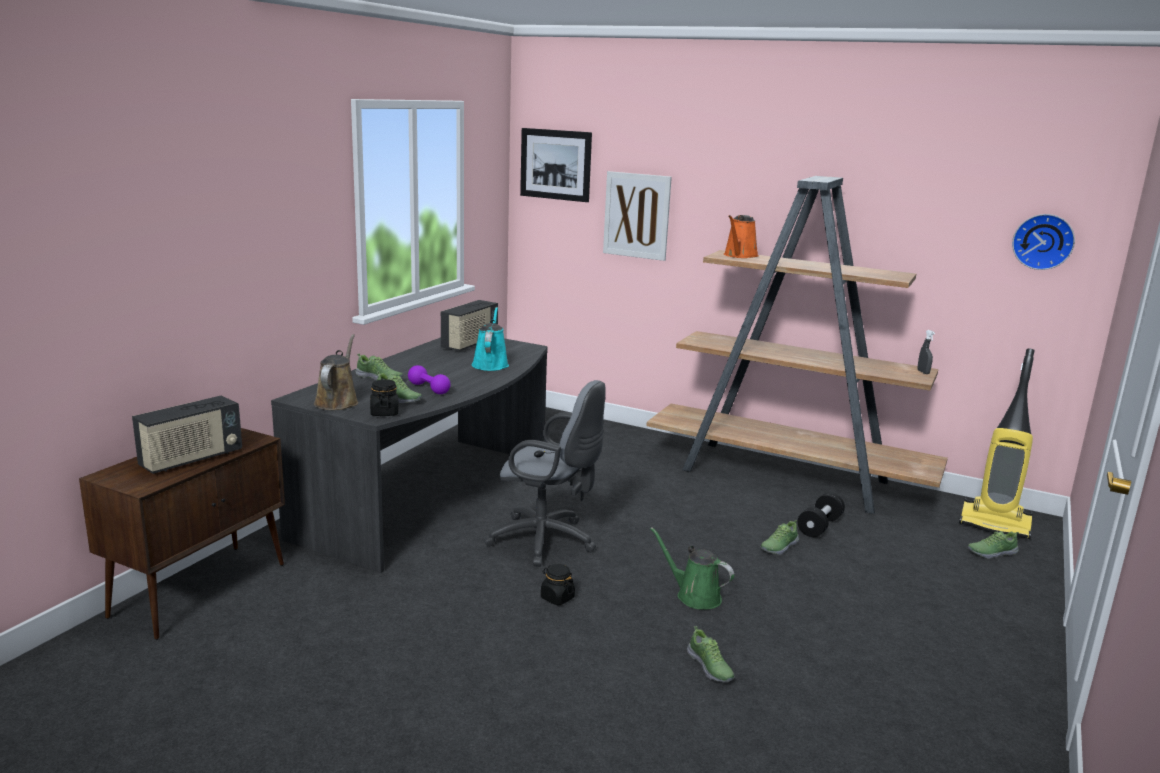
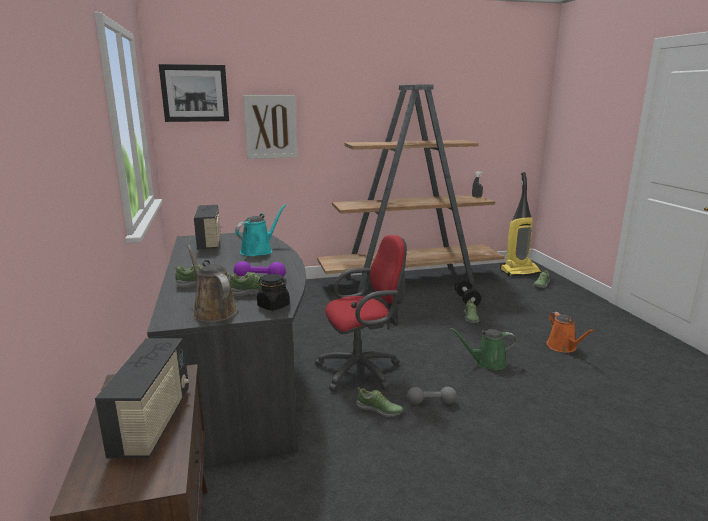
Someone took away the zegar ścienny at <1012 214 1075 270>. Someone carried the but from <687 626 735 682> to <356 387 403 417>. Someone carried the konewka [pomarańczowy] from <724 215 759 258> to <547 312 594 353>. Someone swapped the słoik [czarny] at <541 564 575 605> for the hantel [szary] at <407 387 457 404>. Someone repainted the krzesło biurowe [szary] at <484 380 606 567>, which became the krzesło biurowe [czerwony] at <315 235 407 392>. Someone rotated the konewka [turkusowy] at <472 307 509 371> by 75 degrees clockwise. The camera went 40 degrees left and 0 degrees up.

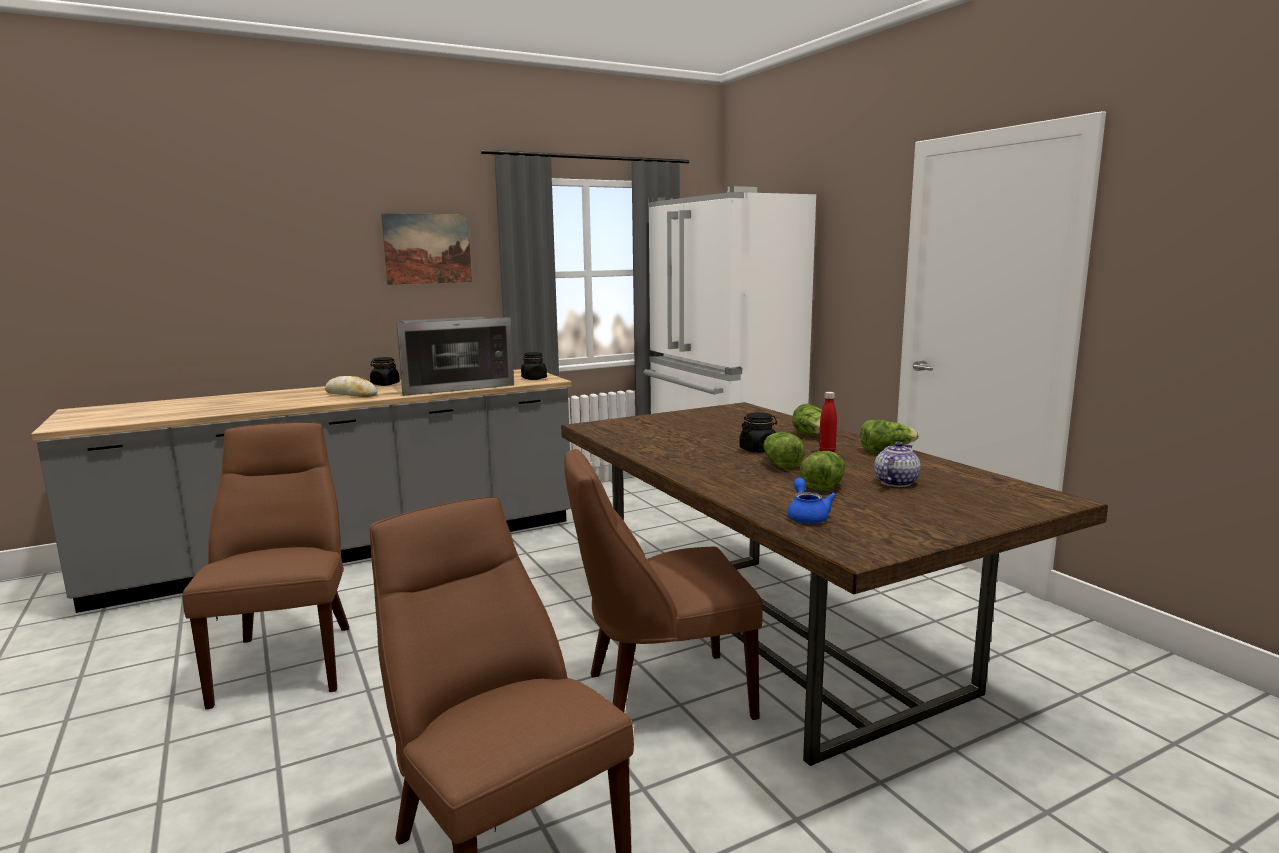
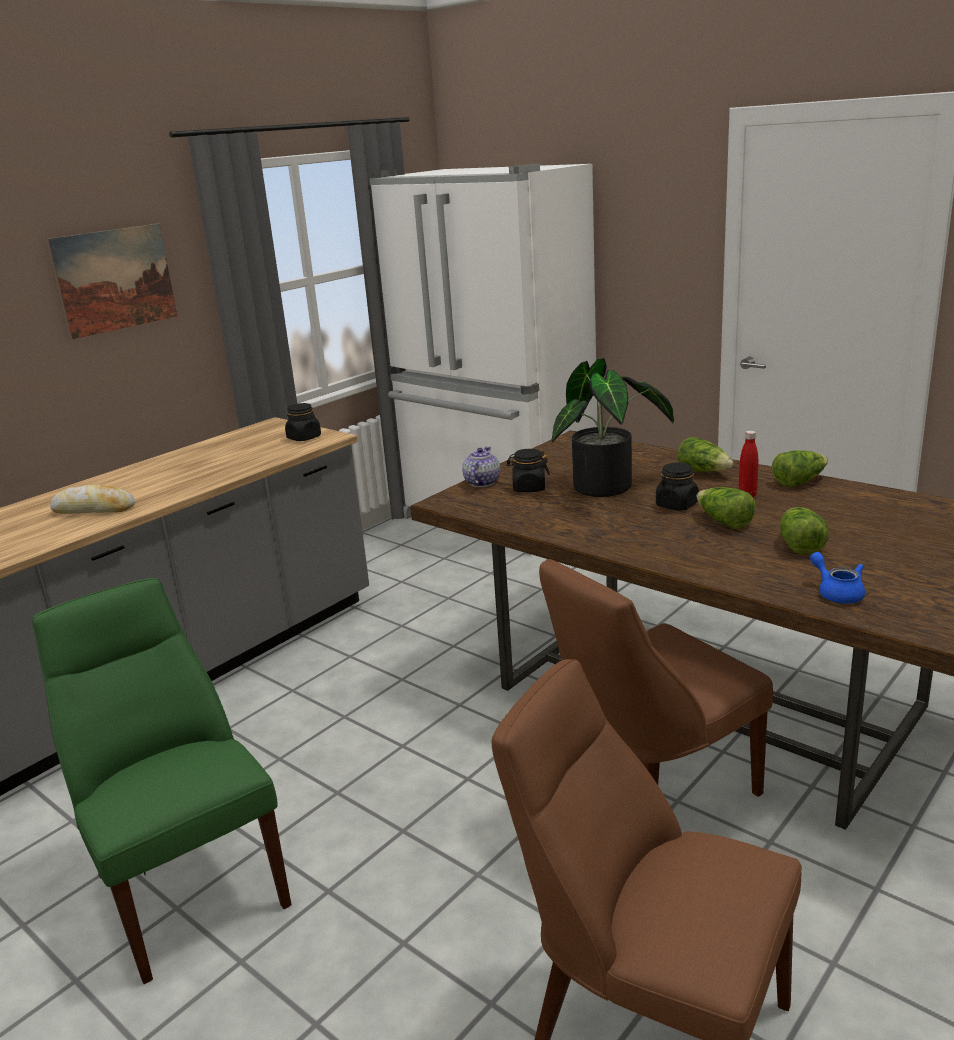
Someone took away the mikrofalówka at <396 317 514 396>. Someone put down the roślina doniczkowa at <552 358 674 497>. Someone carried the słoik [czarny] from <370 357 400 386> to <507 449 549 492>. Someone carried the imbryk from <874 441 921 487> to <462 447 500 487>. Someone repainted the krzesło [brązowy] at <182 422 349 709>, which became the krzesło [zielony] at <32 578 291 984>. The camera went 20 degrees left and 10 degrees up.

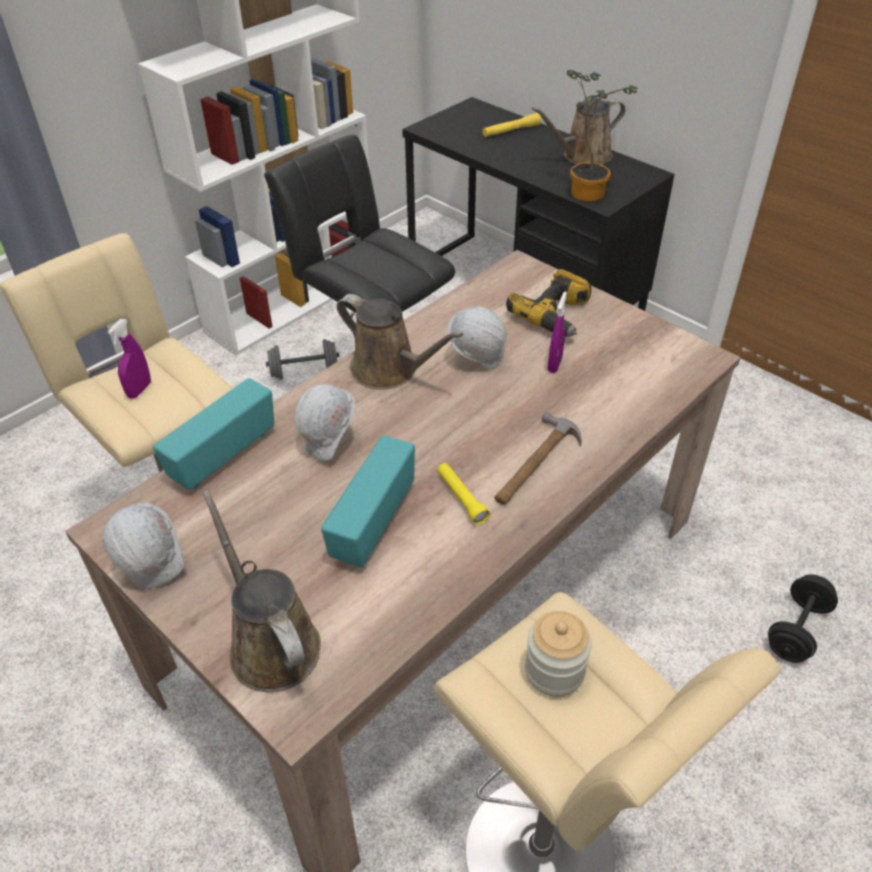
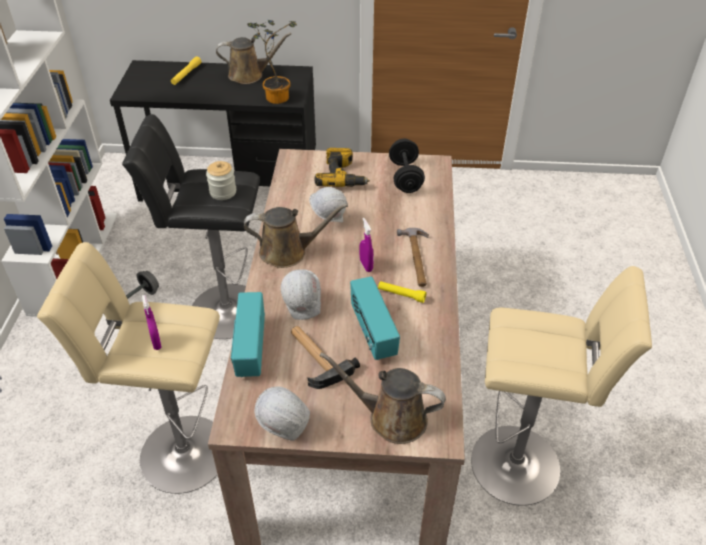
Someone put down the młotek at <291 326 360 389>. Someone carried the słoik from <525 611 592 697> to <206 161 236 200>. Someone carried the spryskiwacz [fioletowy] from <548 292 567 373> to <360 218 374 272>. Someone carried the hantel [czarny] from <768 574 838 663> to <389 139 425 193>. Someone rotated the konewka [brązowy] at <532 98 626 164> by 120 degrees counterclockwise. The camera went 40 degrees left and 0 degrees up.

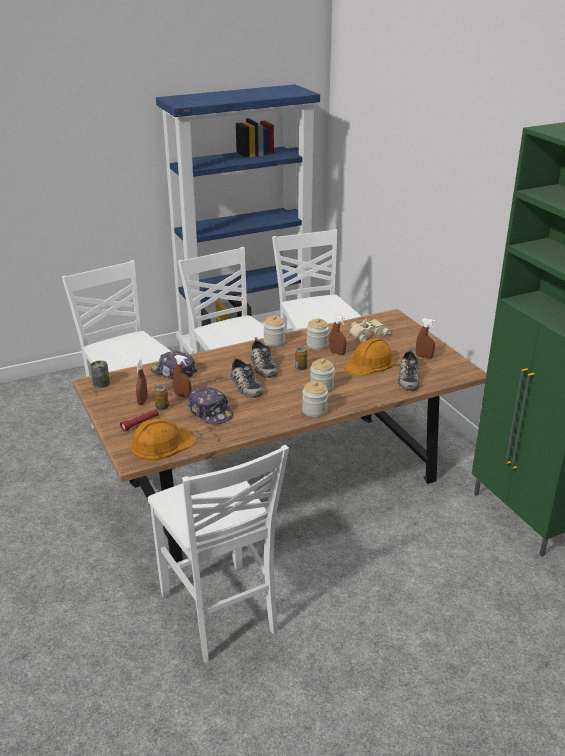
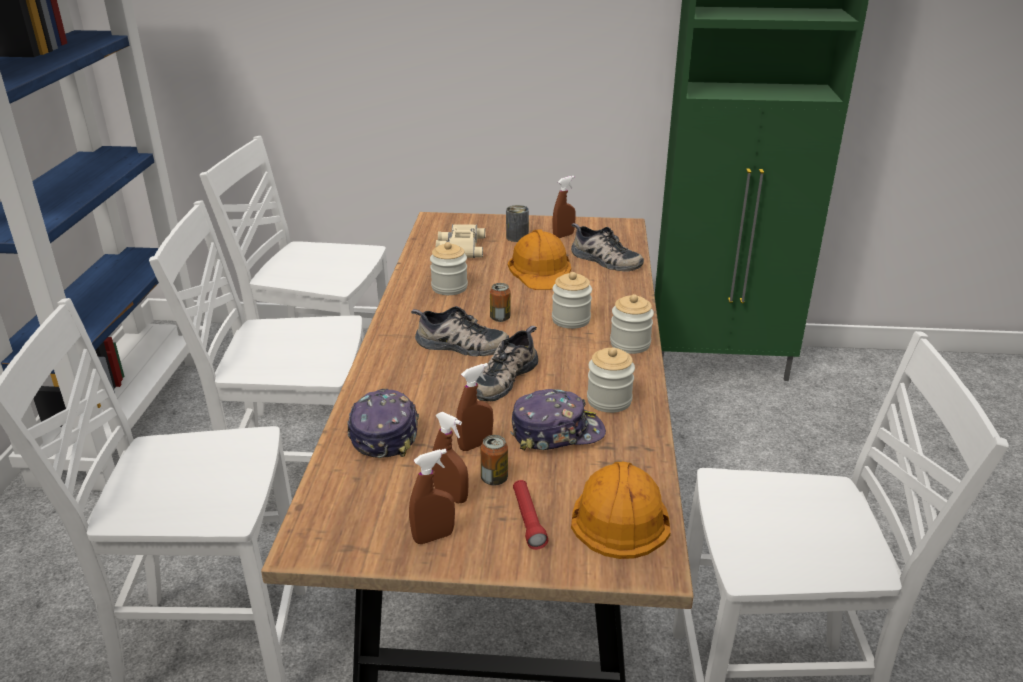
Someone carried the puszka from <90 361 110 388> to <506 205 529 242>. Someone carried the słoik from <263 315 285 347> to <587 347 635 413>. Someone carried the spryskiwacz [brązowy] from <330 314 346 355> to <409 449 455 544>. Someone rotated the czapka z daszkiem at <151 351 197 379> by 120 degrees clockwise. Someone rotated the but at <230 356 263 398> by 120 degrees clockwise. The camera went 60 degrees left and 0 degrees up.

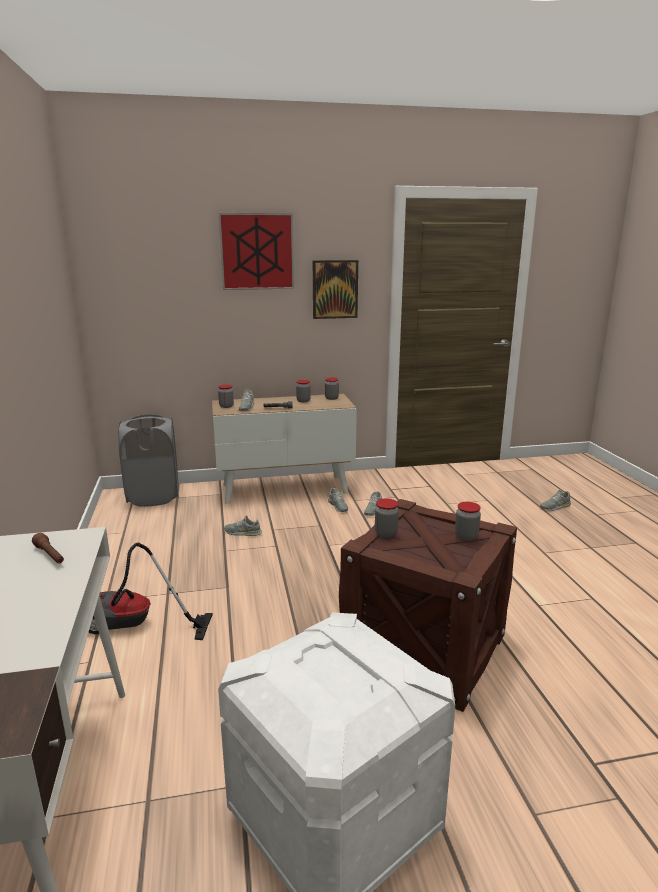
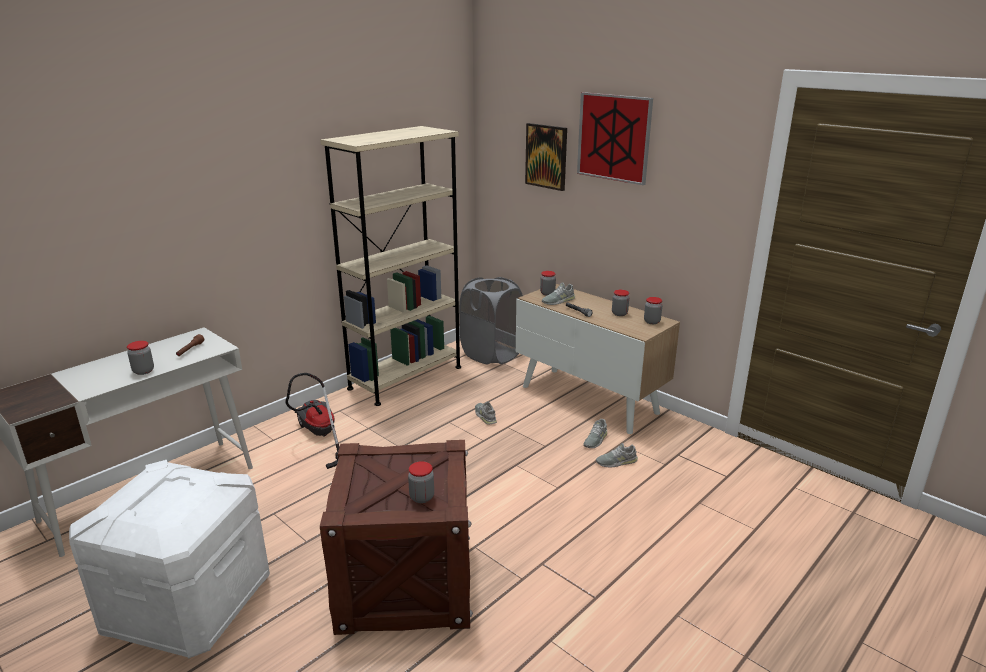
Someone took away the but [szary] at <540 490 571 511>. Someone put down the regał [beżowy] at <320 126 461 406>. Someone carried the obraz from <313 260 358 319> to <525 123 567 191>. Someone carried the słoik from <375 499 399 537> to <127 341 154 375>. The camera went 55 degrees right and 5 degrees up.

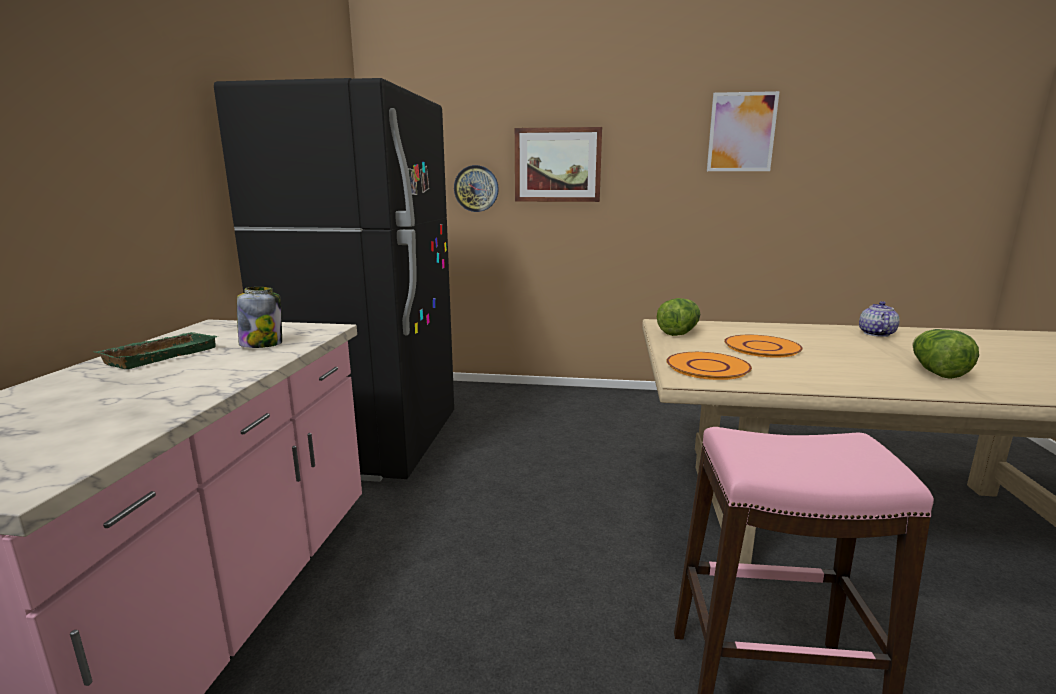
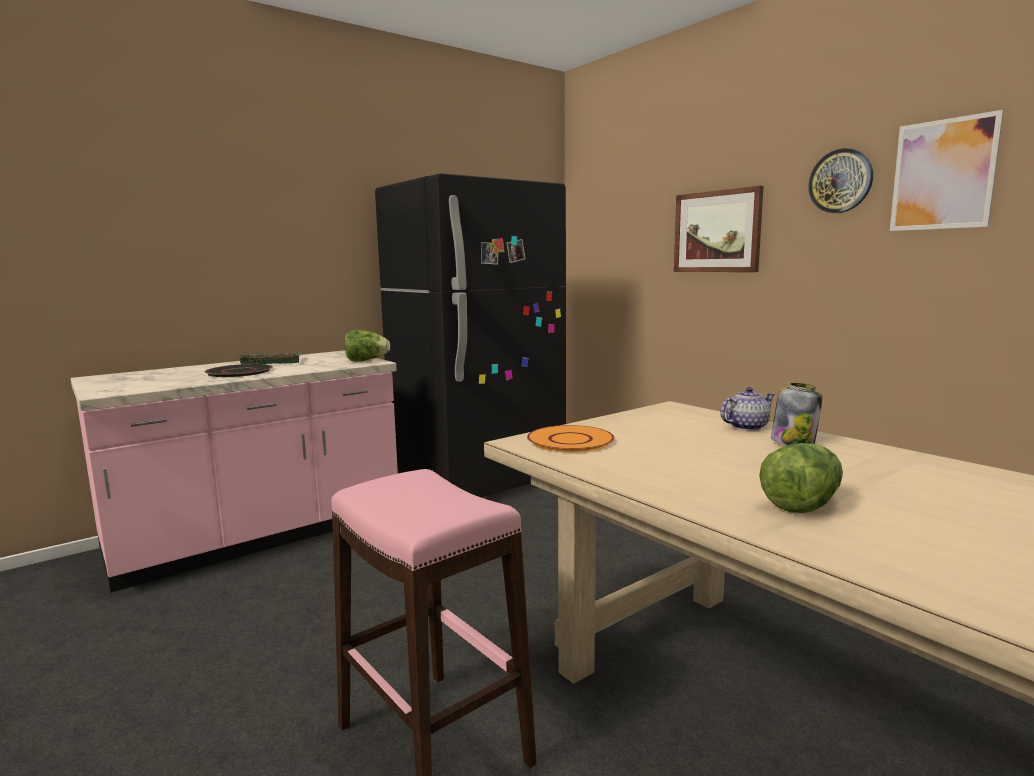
Someone took away the talerz [pomarańczowy] at <724 335 803 358>. Someone put down the talerz [czarny] at <204 364 273 377>. Someone carried the słoik from <237 287 282 348> to <771 383 822 445>. Someone carried the zegar ścienny from <454 165 499 212> to <808 148 873 213>. Someone carried the sałata from <657 298 700 336> to <344 330 390 362>. Someone carried the imbryk from <859 301 900 337> to <720 387 775 431>. The camera went 45 degrees right and 5 degrees down.

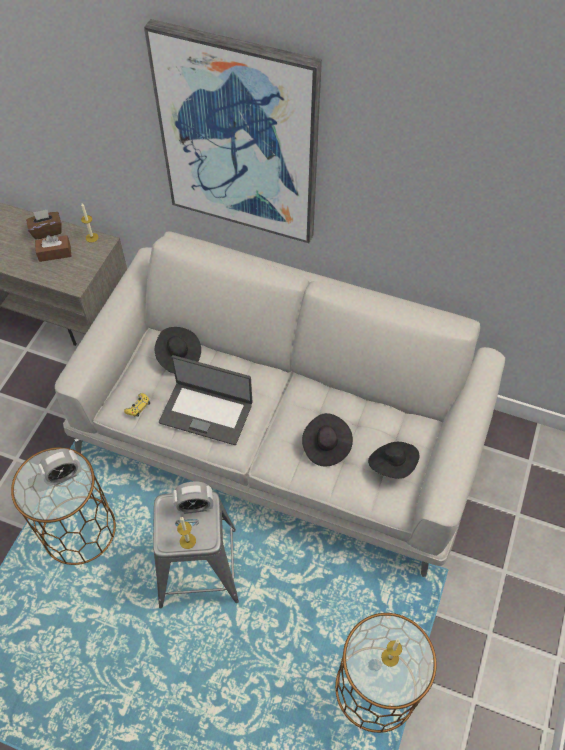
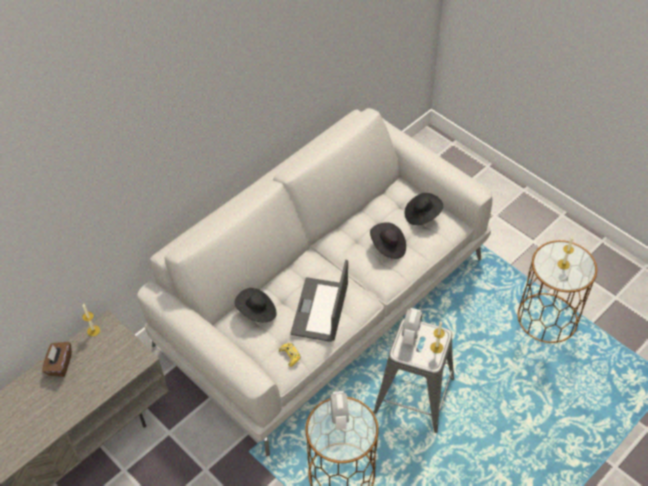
Someone took away the pudełko chusteczek [brązowy] at <35 235 72 262>. Someone took away the obraz at <144 19 322 243>. Someone rotated the laptop at <159 355 252 445> by 150 degrees clockwise. The camera went 65 degrees left and 5 degrees down.

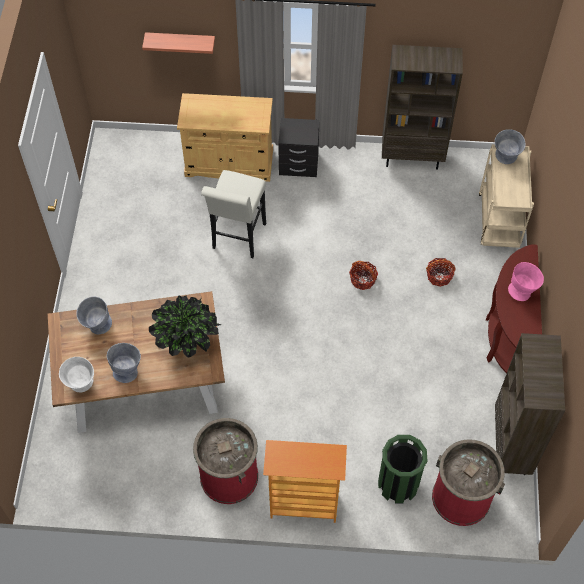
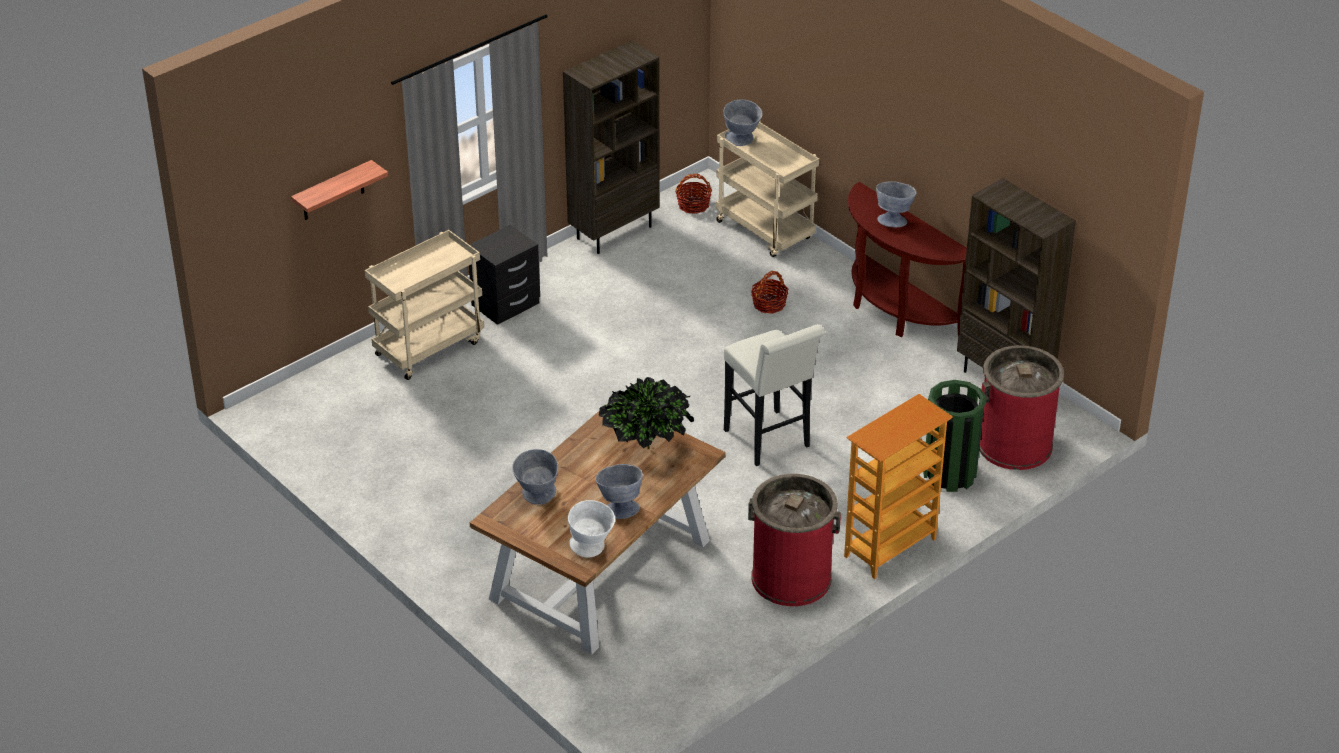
Someone carried the stołek [biały] from <201 170 266 258> to <724 324 825 466>. Someone carried the koszyk from <349 261 378 290> to <675 174 712 214>. Someone swapped the szafka [beżowy] at <177 93 273 182> for the wózek [beżowy] at <365 230 484 380>. Someone repainted the miska [różowy] at <508 262 544 301>, which became the miska [szary] at <876 182 916 227>. The camera went 45 degrees left and 20 degrees down.

